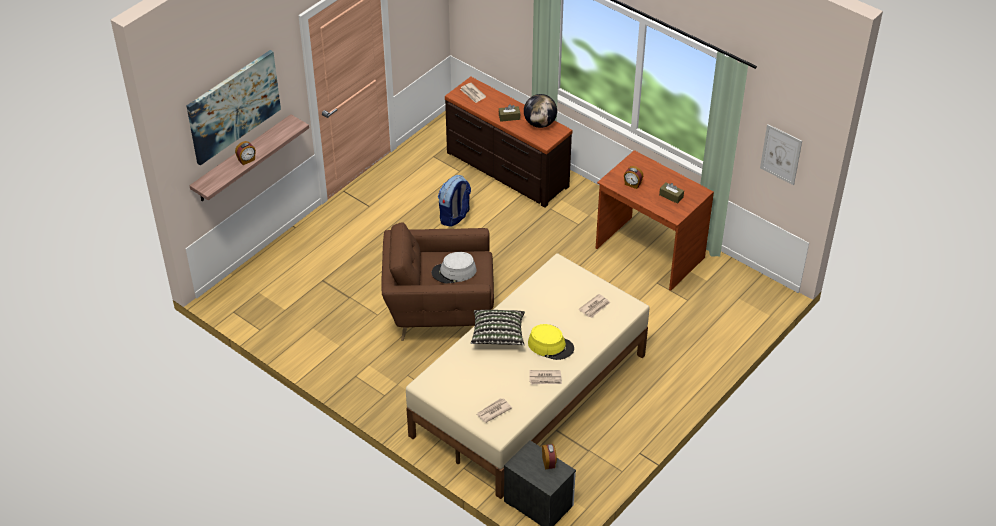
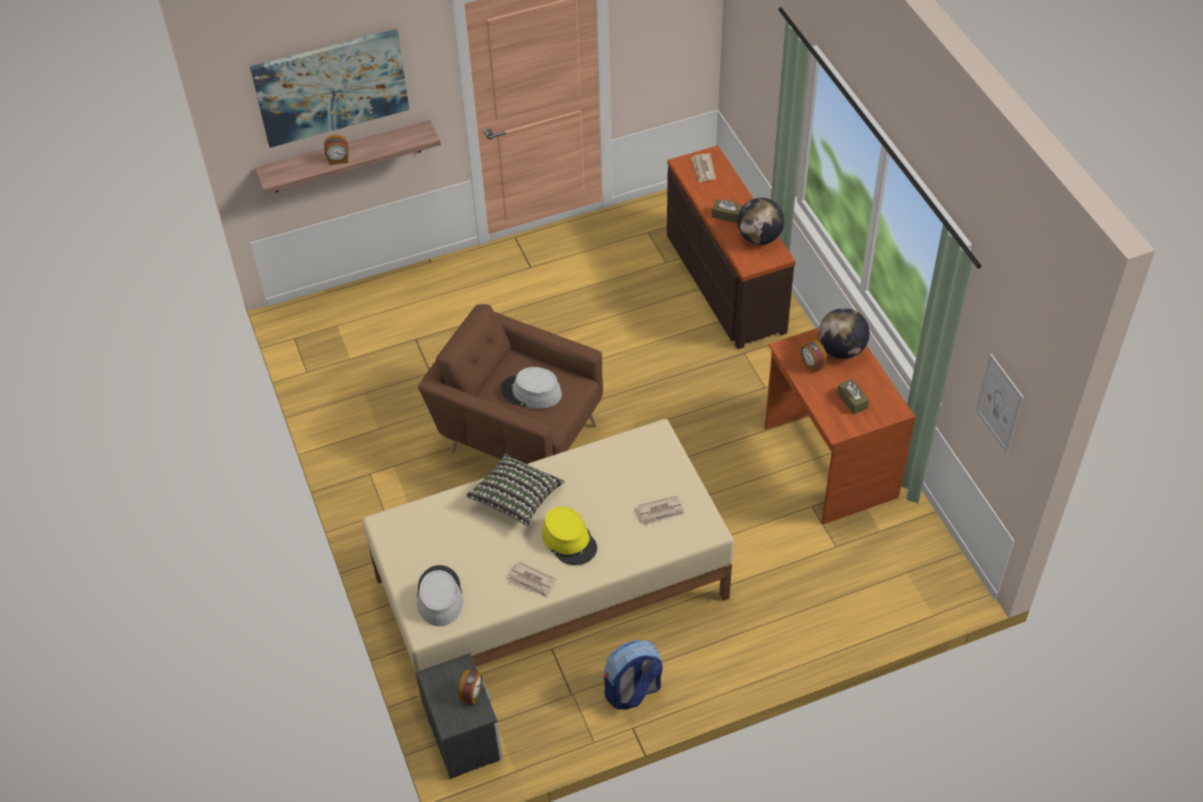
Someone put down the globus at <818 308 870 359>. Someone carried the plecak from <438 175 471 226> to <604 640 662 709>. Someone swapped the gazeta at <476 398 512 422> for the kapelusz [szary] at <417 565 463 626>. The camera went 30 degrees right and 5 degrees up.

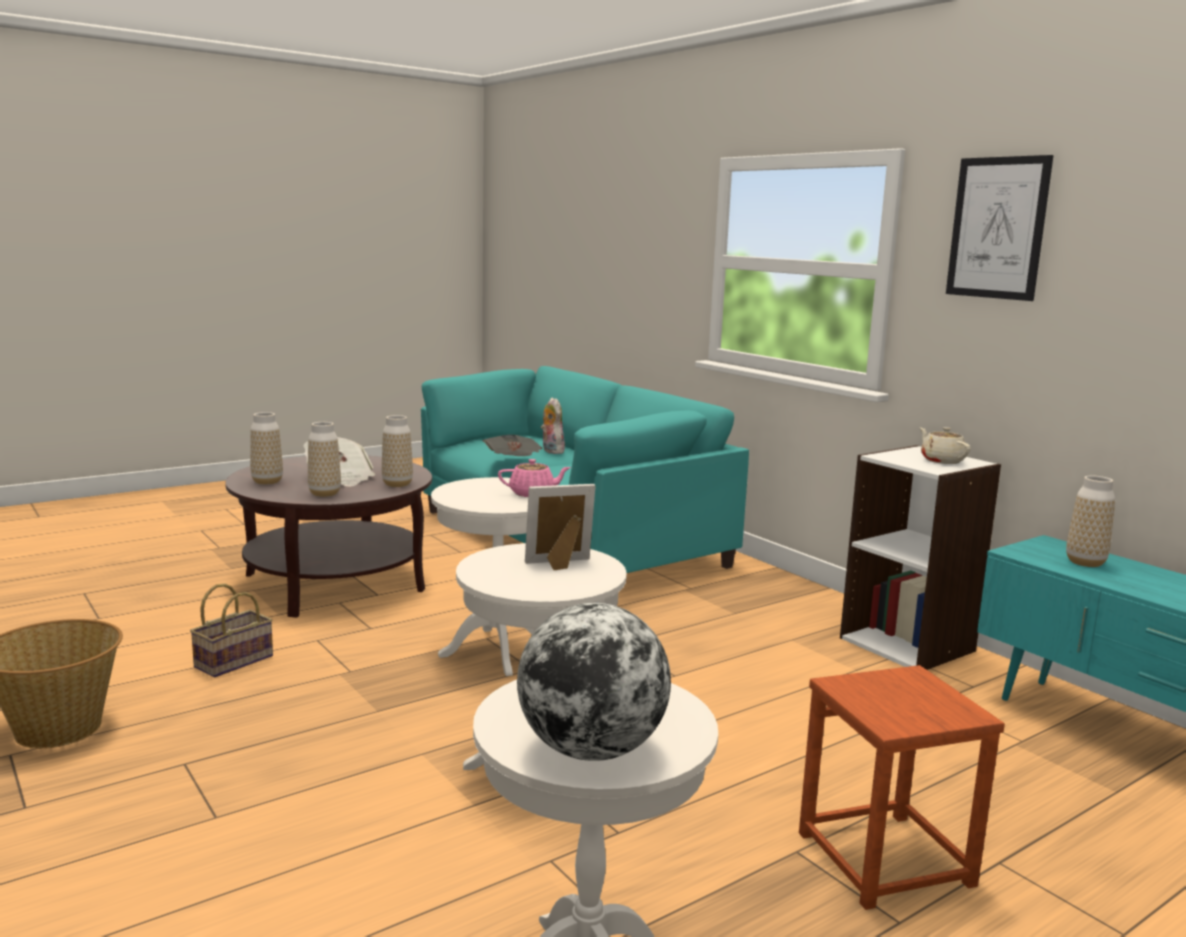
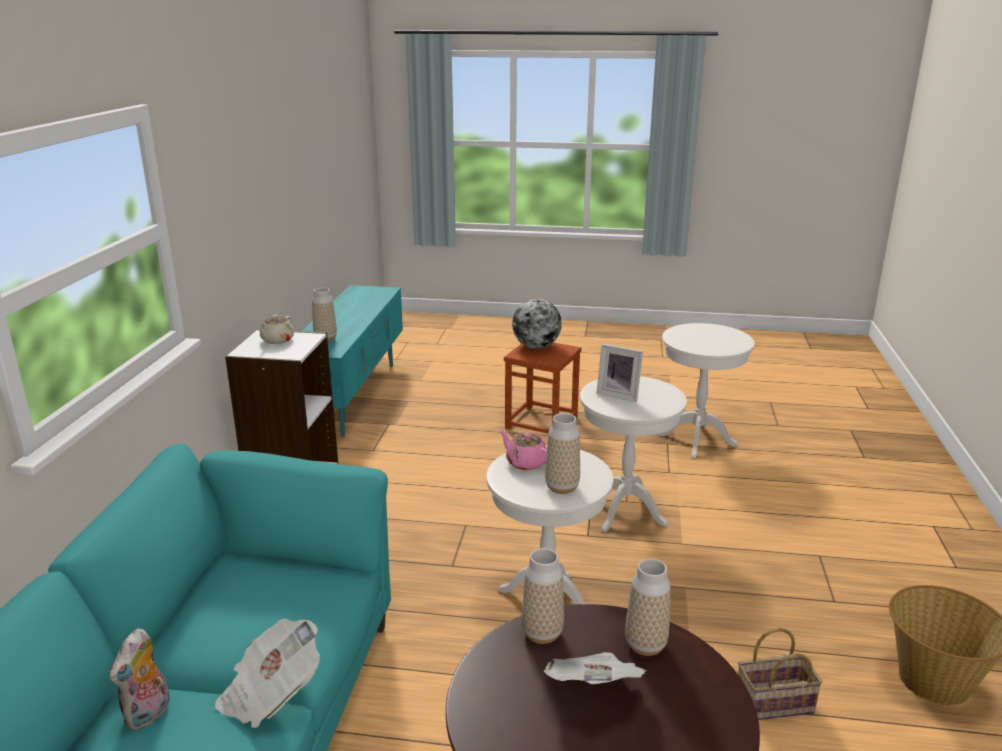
Someone took away the obraz at <946 155 1054 301>. Someone carried the wazon from <250 412 283 485> to <545 413 580 494>. Someone carried the globus from <517 603 671 761> to <512 299 562 349>. The camera went 135 degrees left and 10 degrees up.

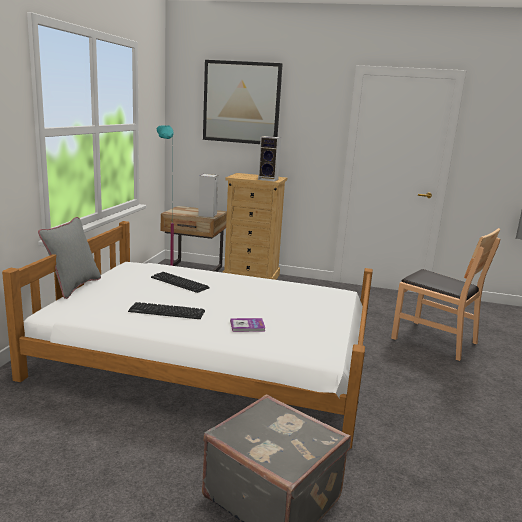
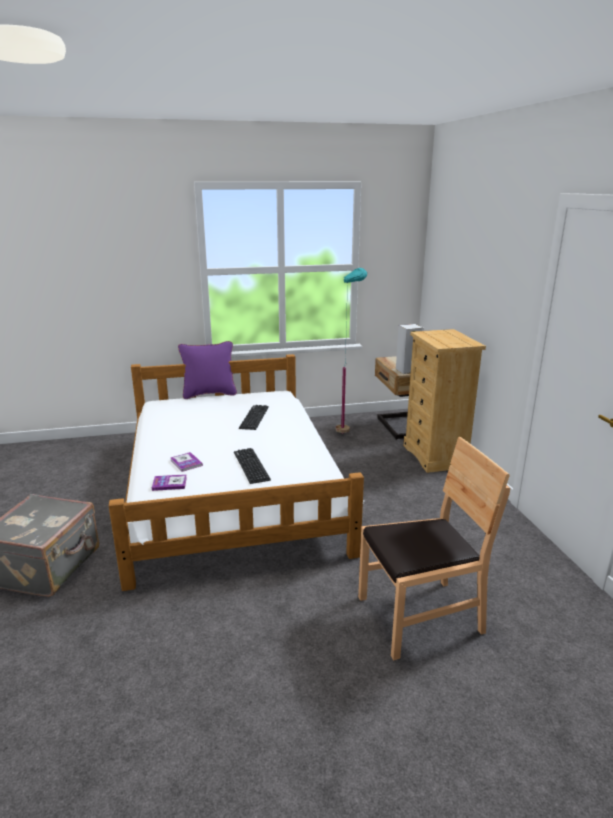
Someone took away the obraz at <203 60 283 144>. Someone took away the głośnik at <258 136 281 182>. Someone put down the książka at <152 474 187 491>. Someone carried the klawiatura from <128 302 205 319> to <234 448 271 484>. Someone repainted the poduszka [szary] at <38 217 101 299>, which became the poduszka [fioletowy] at <178 341 237 399>. Someone rotated the krzesło [brązowy] at <391 228 500 361> by 120 degrees counterclockwise. The camera went 65 degrees right and 5 degrees up.

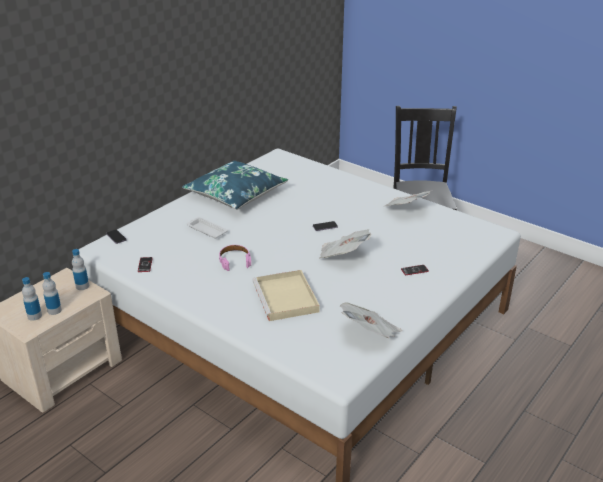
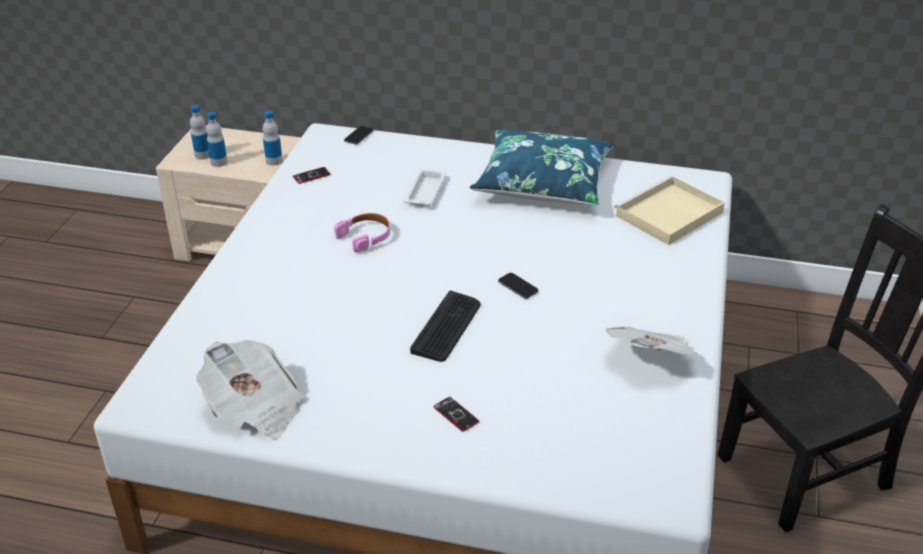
Someone carried the taca [beżowy] from <252 270 320 321> to <615 176 725 245>. Someone swapped the gazeta at <319 229 371 259> for the klawiatura at <410 291 481 362>. The camera went 65 degrees right and 5 degrees up.

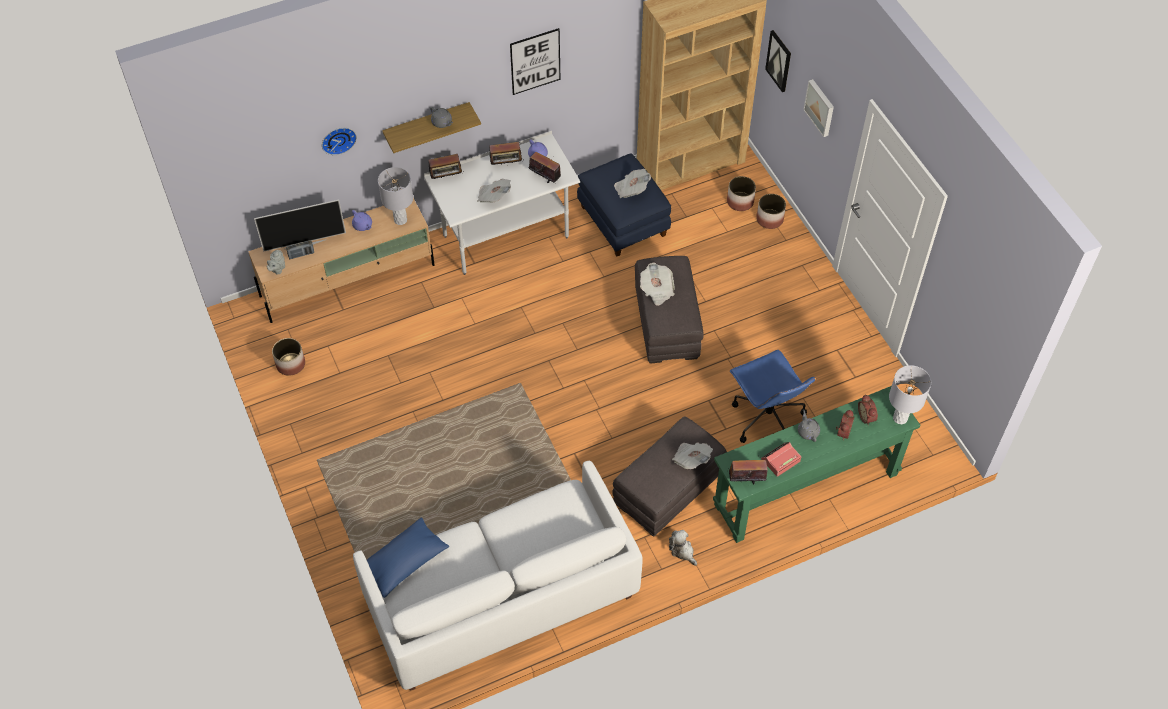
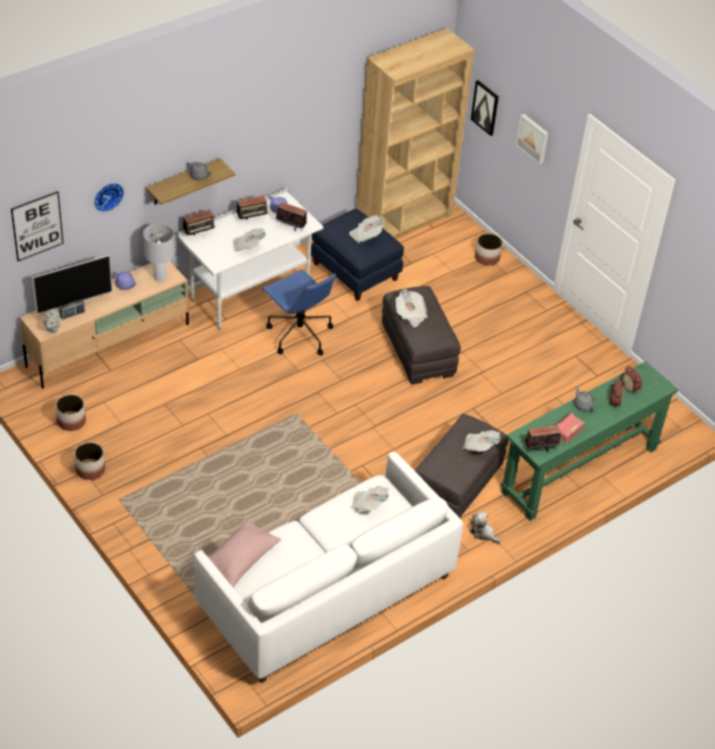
Someone took away the lampa stołowa [szary] at <889 365 931 424>. Someone put down the gazeta at <351 486 389 511>. Someone carried the obraz from <510 28 561 95> to <11 191 64 261>. Someone carried the donica from <727 176 756 211> to <74 442 105 480>. Someone carried the krzesło biurowe [niebieski] from <730 350 816 443> to <261 270 336 355>. Someone repainted the poduszka [niebieski] at <367 518 449 598>, which became the poduszka [różowy] at <208 519 281 588>. The camera went 15 degrees left and 10 degrees down.

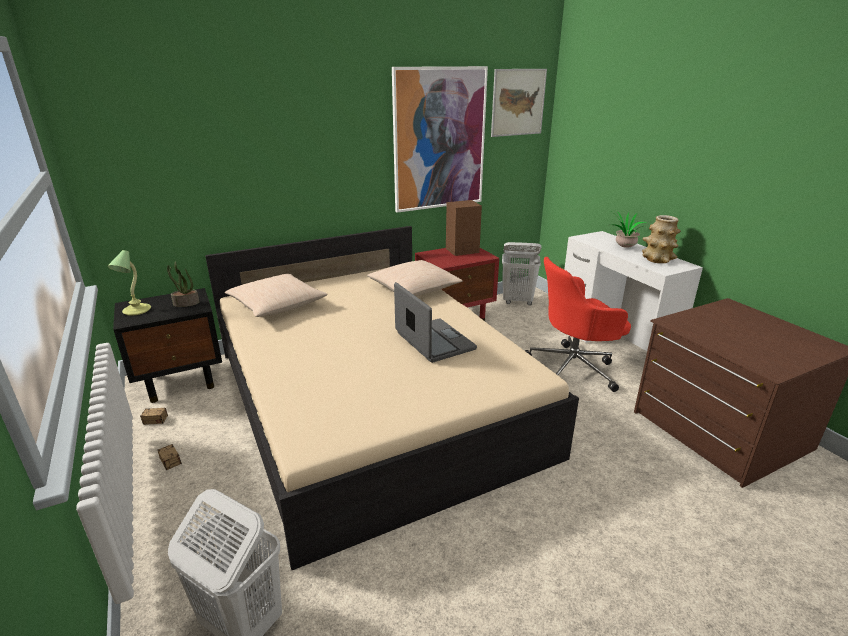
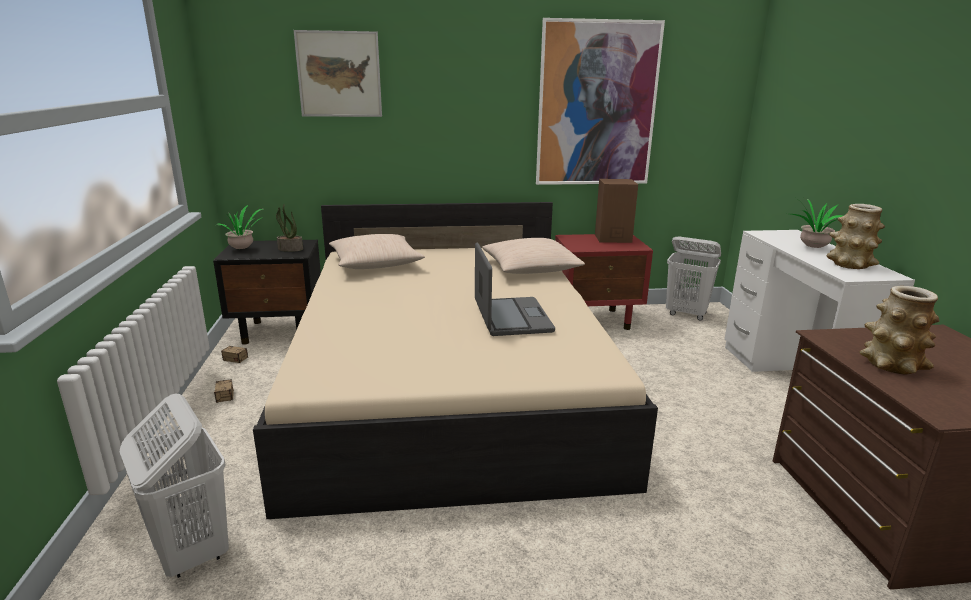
Someone took away the krzesło biurowe [czerwony] at <525 257 631 392>. Someone put down the wazon at <860 286 940 374>. Someone carried the obraz from <491 69 547 137> to <294 30 382 117>. Someone swapped the lampa stołowa at <108 250 151 316> for the roślina doniczkowa at <216 204 262 249>. The camera went 20 degrees right and 5 degrees down.

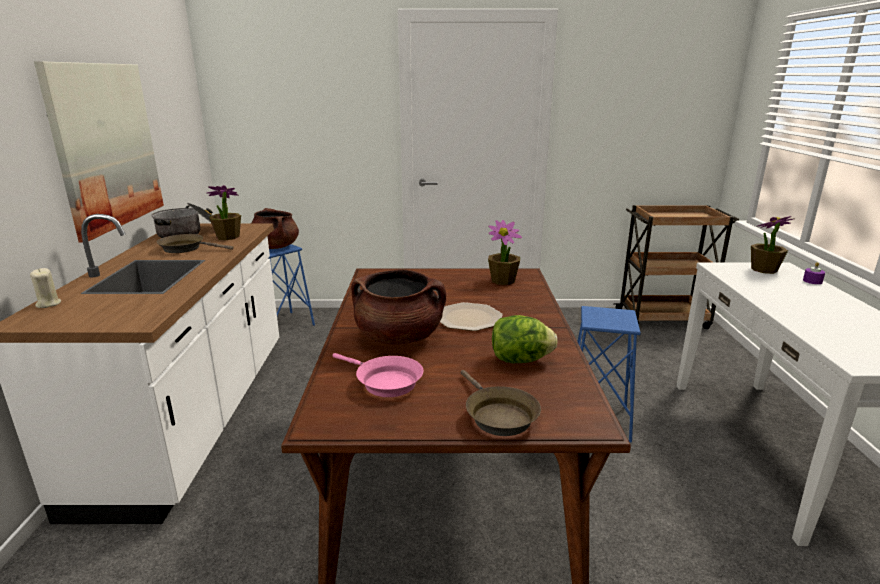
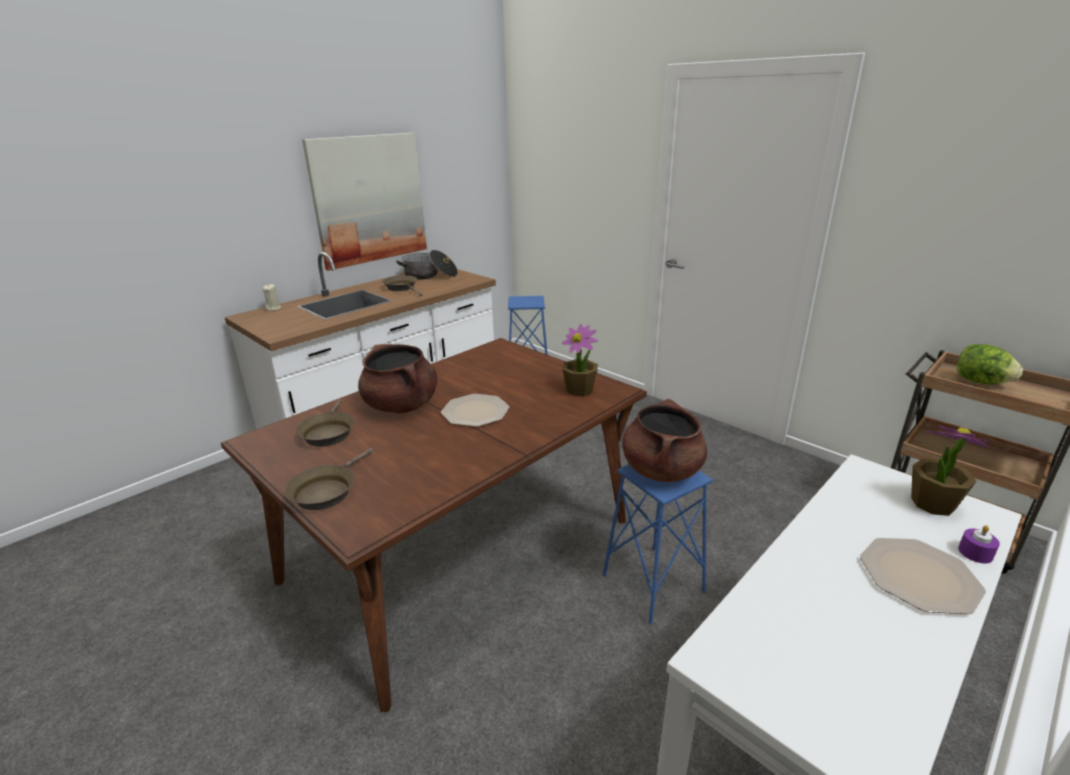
Someone took away the roślina doniczkowa at <207 185 241 240>. Someone put down the talerz at <860 538 986 614>. Someone carried the garnek [brązowy] from <251 208 299 249> to <622 399 707 482>. Someone carried the sałata from <492 315 558 363> to <957 344 1023 384>. Someone repainted the patelnia [różowy] at <333 353 423 397>, which became the patelnia [brązowy] at <296 399 355 447>. The camera went 45 degrees right and 5 degrees up.

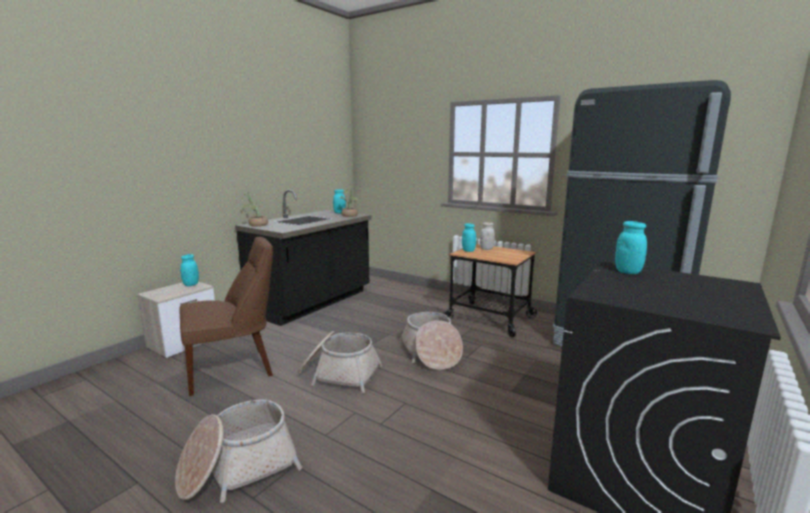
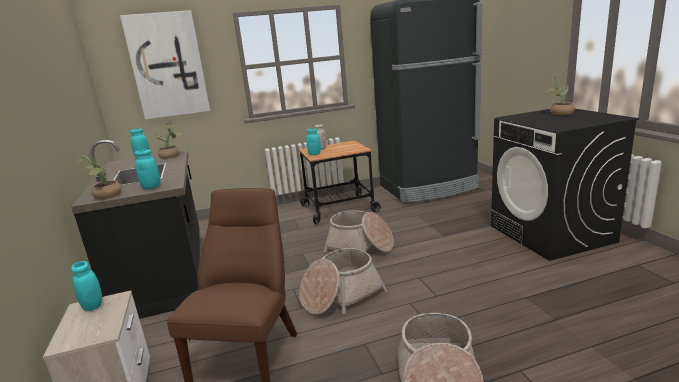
Someone put up the obraz at <120 10 210 119>. Someone put down the roślina doniczkowa at <546 75 575 115>. Someone carried the słoik [turkusowy] from <615 221 647 274> to <134 150 160 189>. The camera went 50 degrees left and 5 degrees up.

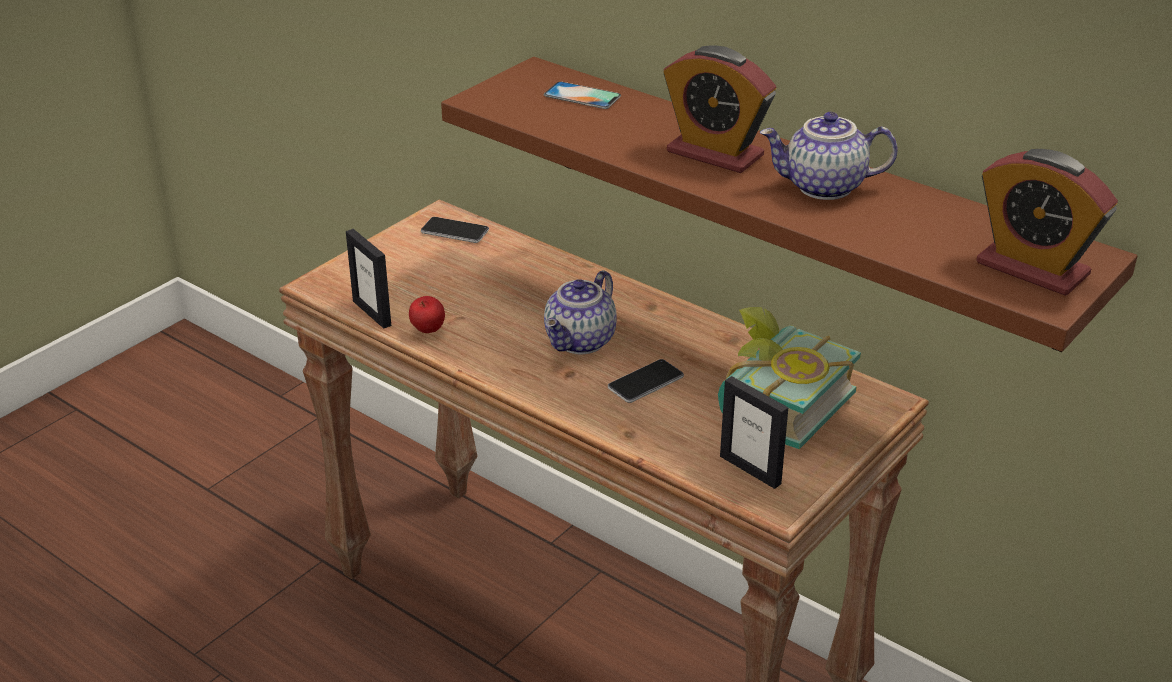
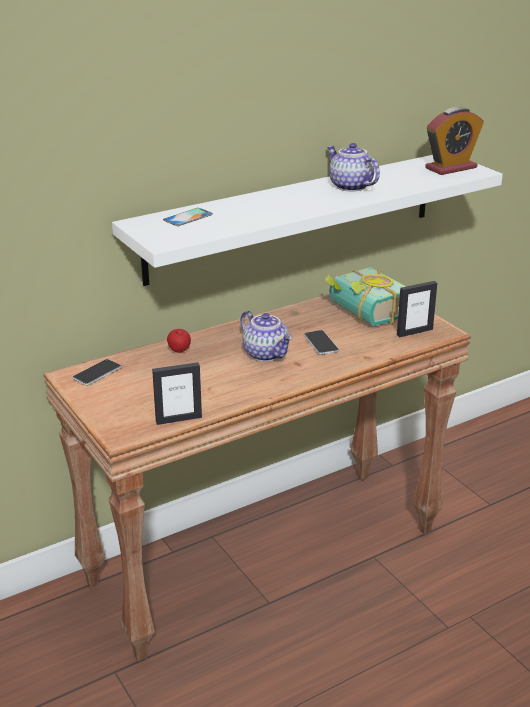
Someone took away the budzik at <663 45 776 173>. Someone carried the jabłko from <409 296 445 333> to <167 329 191 353>. Someone repainted the półka [brązowy] at <441 57 1137 352>, which became the półka [biały] at <112 155 503 286>. Someone rotated the imbryk at <760 112 898 200> by 120 degrees clockwise. The camera went 70 degrees left and 5 degrees down.

